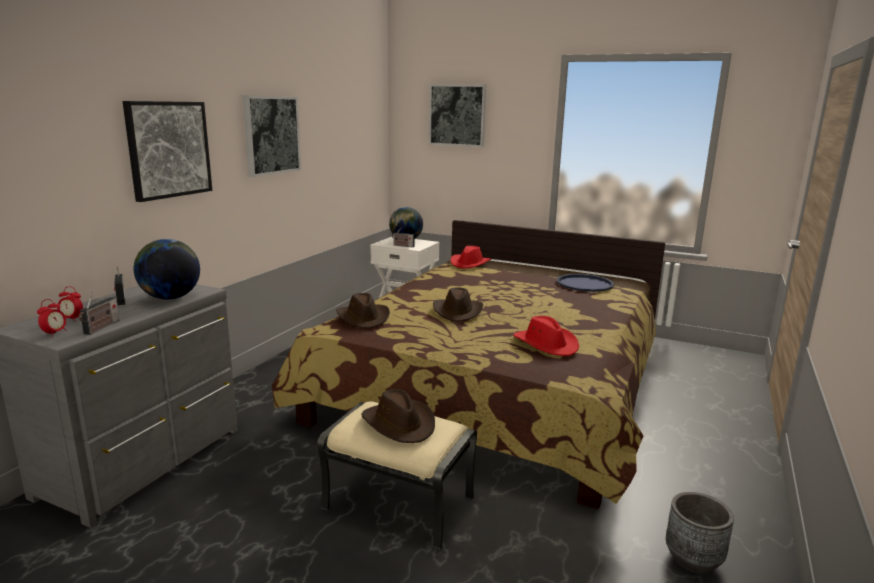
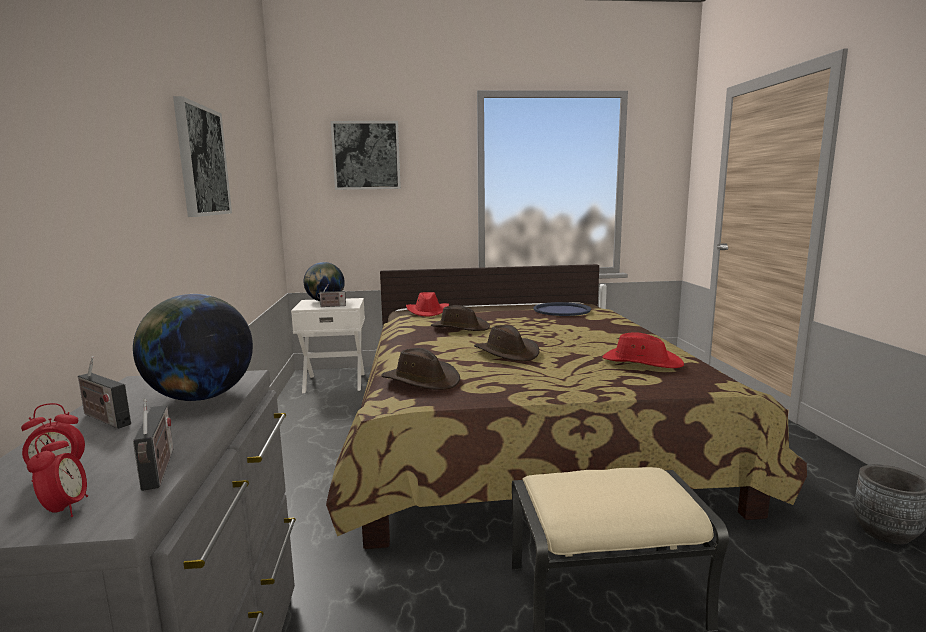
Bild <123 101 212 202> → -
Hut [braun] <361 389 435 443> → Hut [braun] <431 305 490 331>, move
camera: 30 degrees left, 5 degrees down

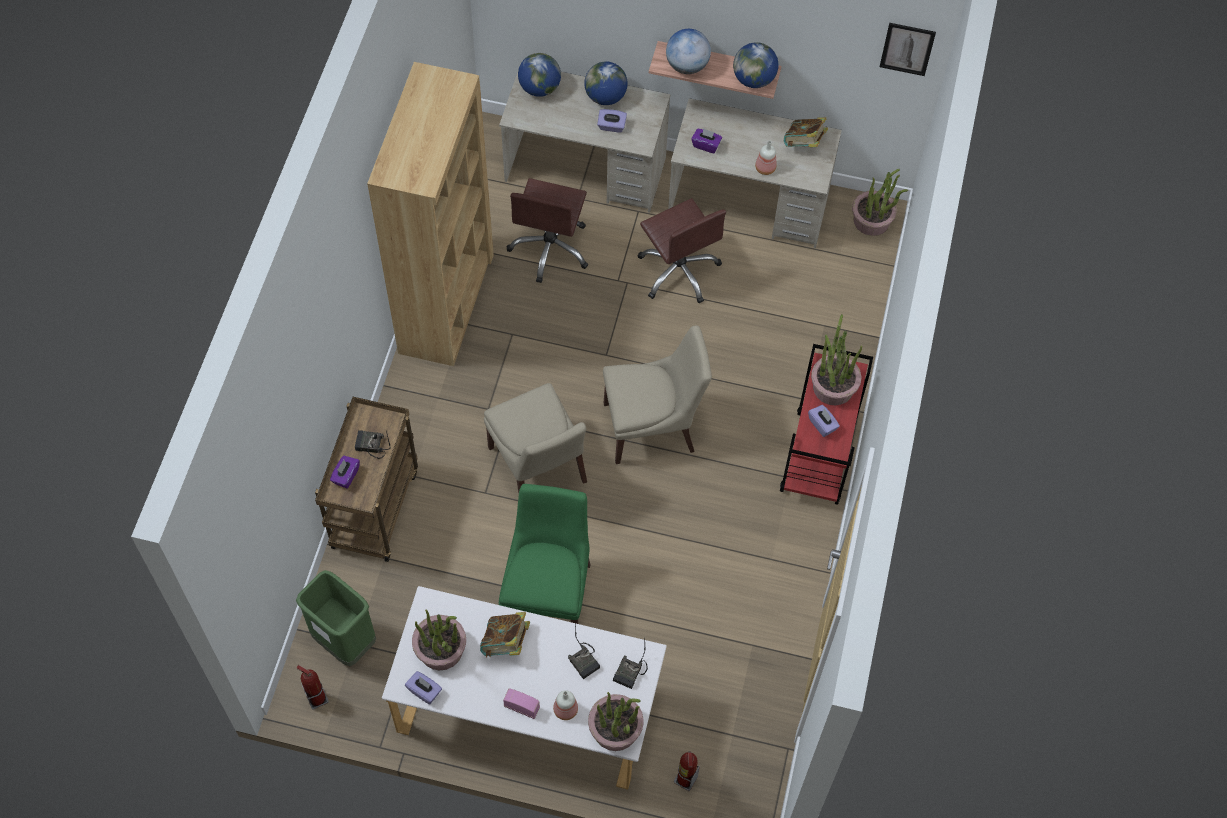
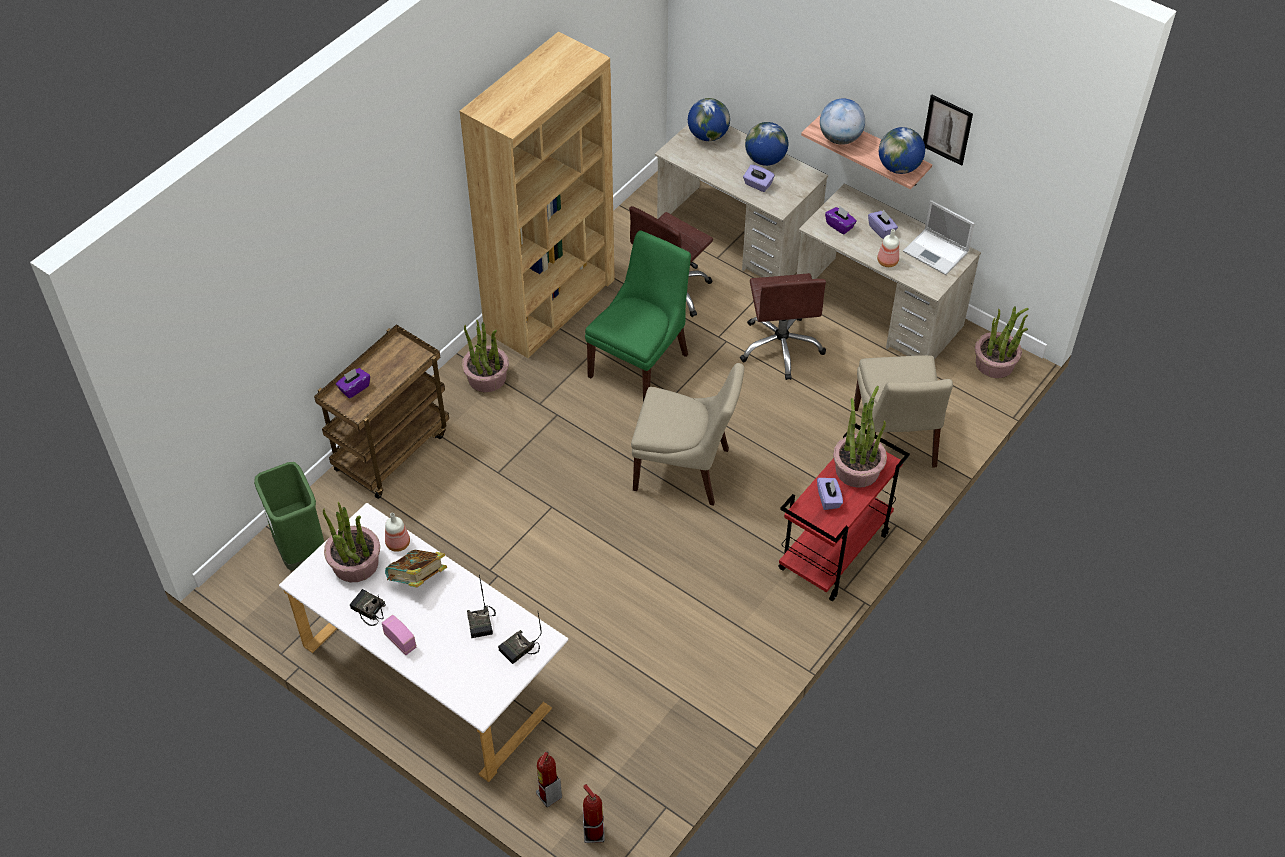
Bild <880 23 936 76> → Bild <923 95 973 166>, move
Buch <784 117 828 147> → Laptop <903 200 975 275>
Stuhl [beige] <484 383 587 493> → Stuhl [beige] <854 355 953 467>, move
Radio <355 430 391 458> → Radio <350 589 386 626>, move
Stuhl [grün] <499 484 591 624> → Stuhl [grün] <585 231 691 402>, move
Feuerlöscher <296 665 329 710> → Feuerlöscher <583 784 605 843>, move
Taschentuchbox [lila] <405 671 442 705> → Taschentuchbox [lila] <868 209 898 239>, move
Flasche <553 690 578 720> → Flasche <385 513 410 552>, move
Topfpflanze <588 692 644 751> → Topfpflanze <462 320 509 392>, move
camera: 25 degrees right, 10 degrees down

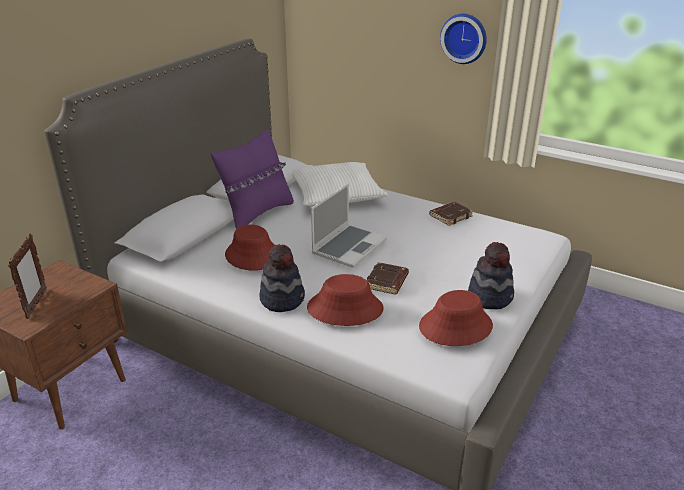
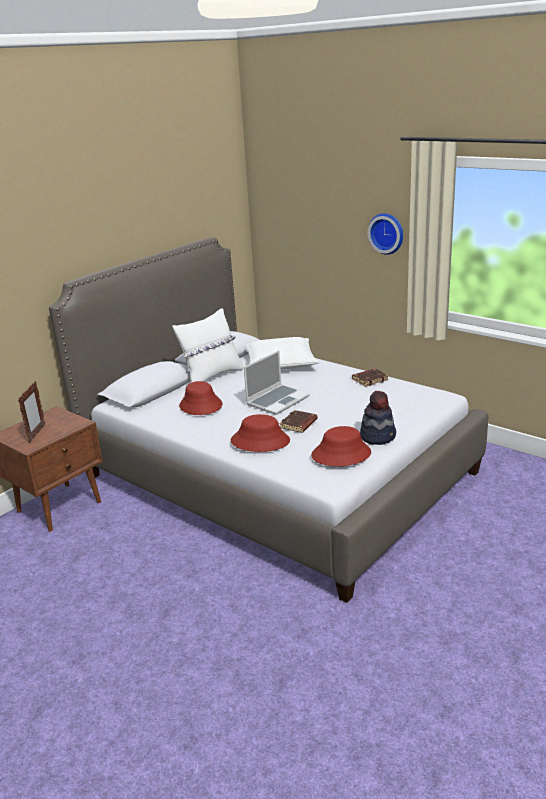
Kissen [lila] <211 129 294 229> → Kissen [weiß] <173 308 243 383>
Hut <260 244 305 312> → -
camera: 10 degrees right, 5 degrees down

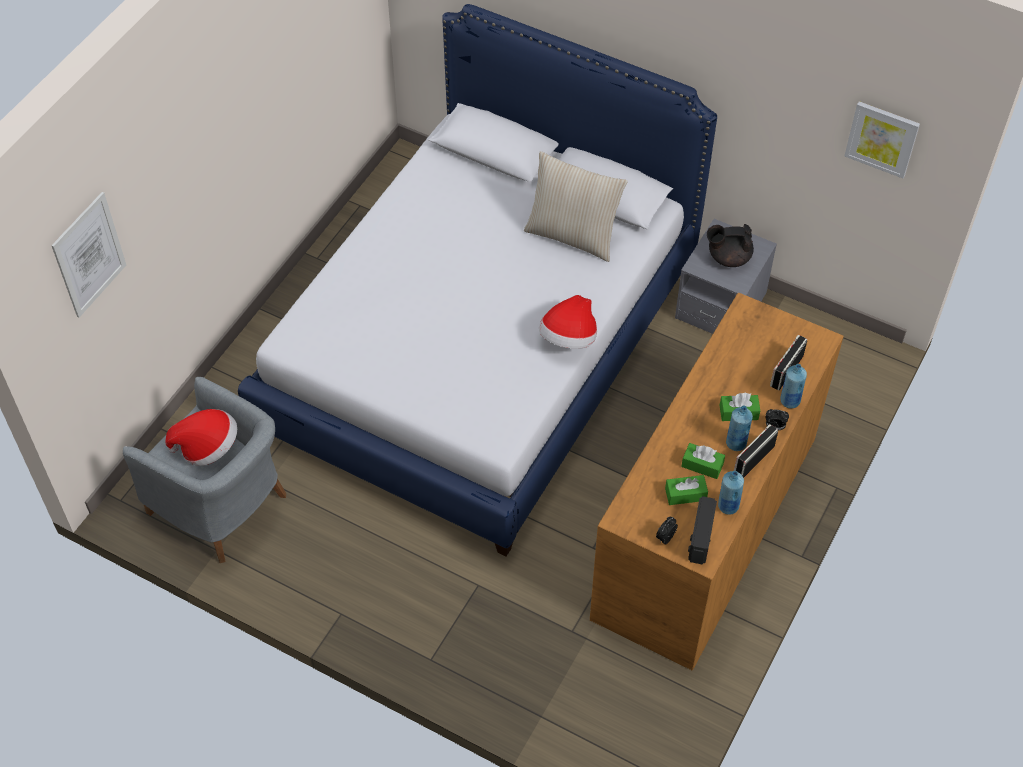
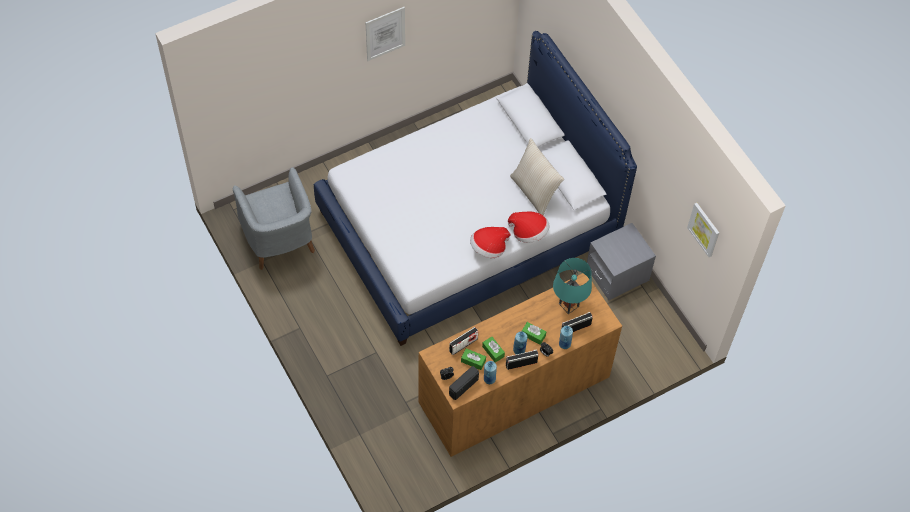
Bild <51 192 126 318> → Bild <366 7 405 61>, move
Teekanne [schwarz] <707 224 754 267> → -
Hut <166 409 237 466> → Hut <508 212 550 243>, move
- → Tischlampe [türkis] <553 258 592 314>
- → Radio <449 327 478 355>
camera: 30 degrees right, 5 degrees up

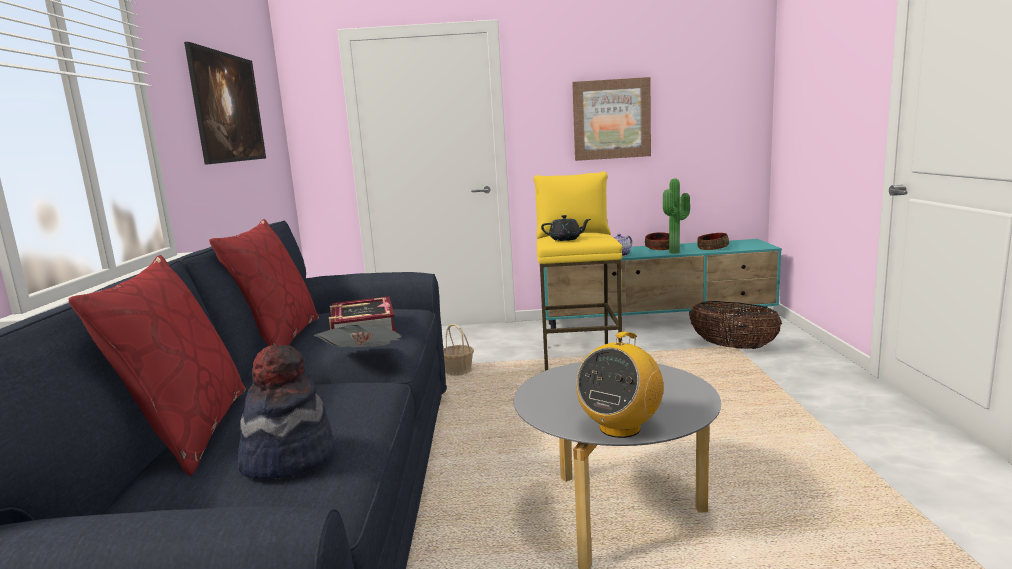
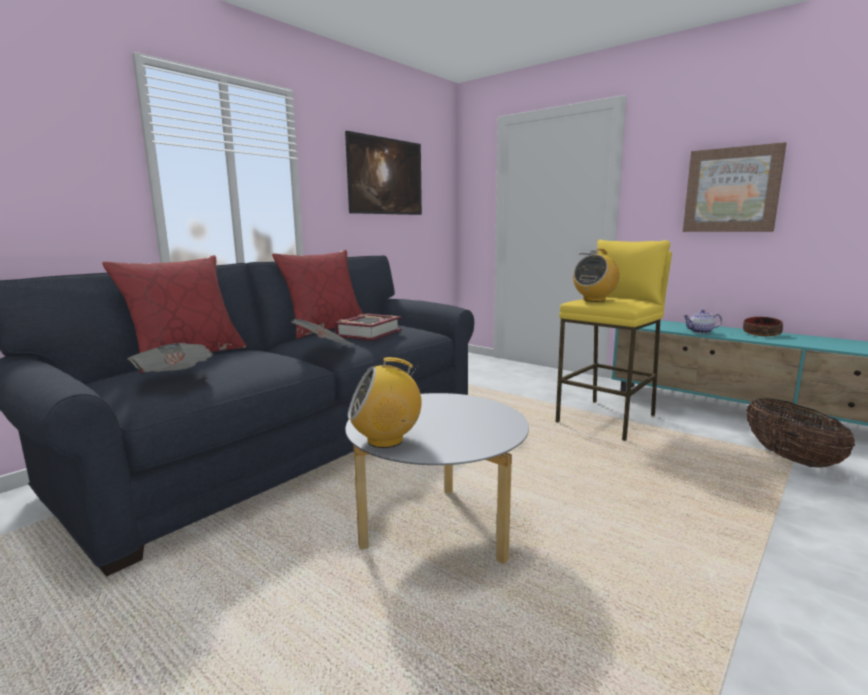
Topfpflanze <663 178 690 254> → -
Teekanne [schwarz] <541 215 591 241> → Radio <573 249 620 302>
Schüssel <697 233 729 250> → -
Korb <443 324 474 376> → -
Hut <237 345 335 479> → Zeitung <127 343 213 372>
camera: 40 degrees right, 0 degrees up

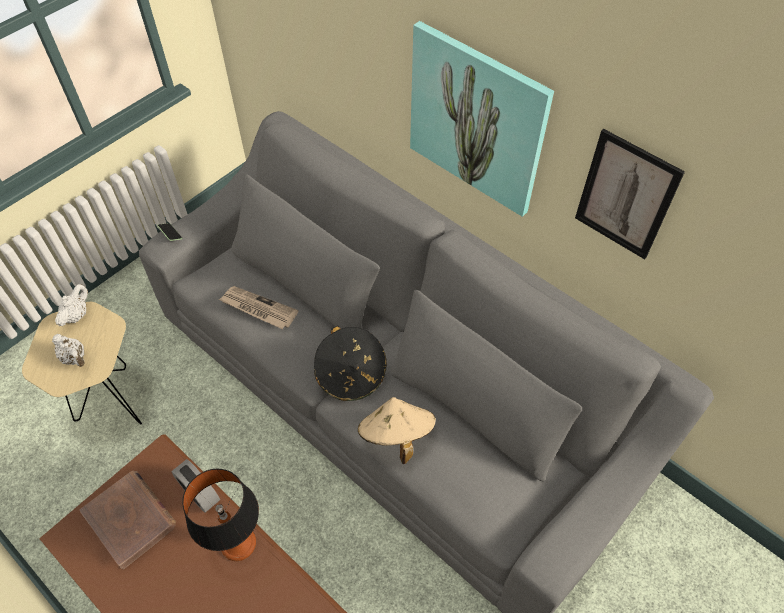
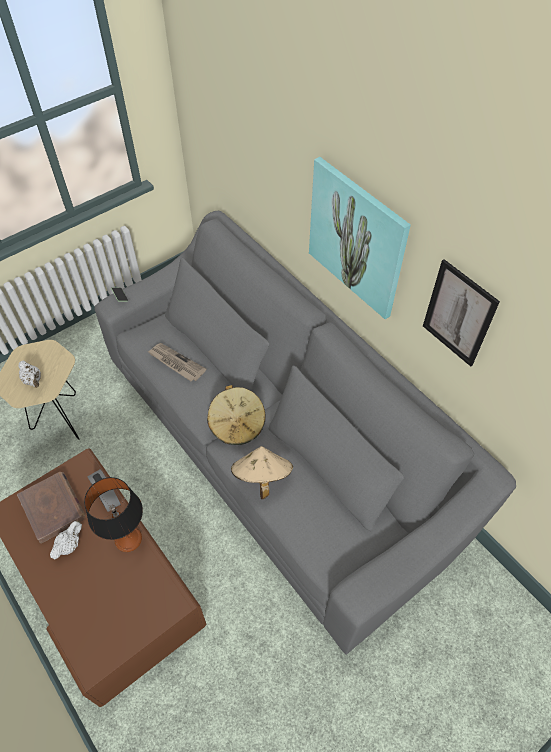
Teekanne [weiß] <55 284 88 326> → Teekanne [weiß] <50 521 82 559>, move
Hut [schwarz] <314 326 387 401> → Hut [beige] <207 385 266 445>
camera: 10 degrees right, 0 degrees up

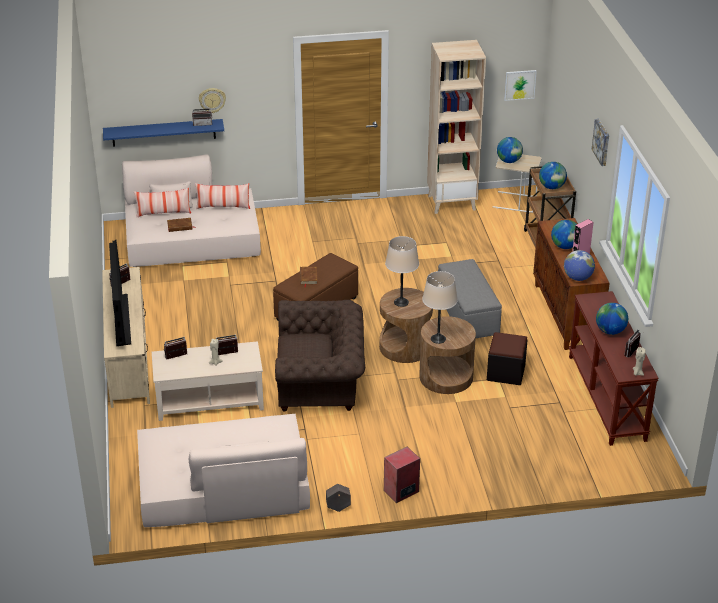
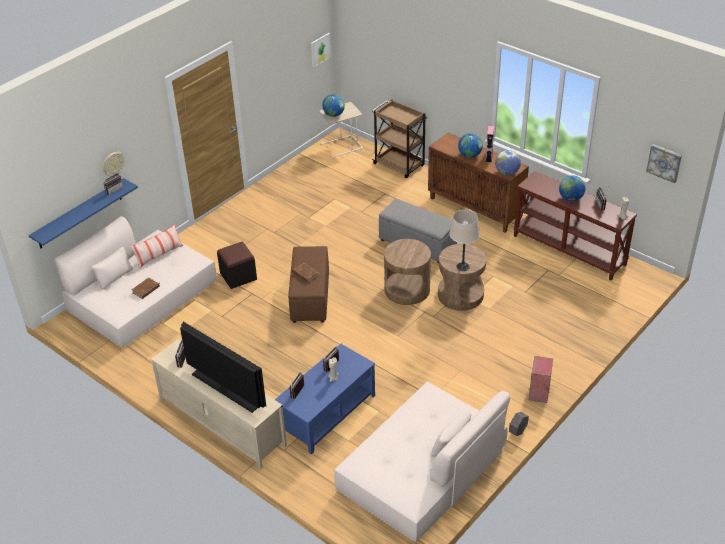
Bücherregal [beige] <427 40 486 214> → -
Bild <592 119 609 166> → Bild <646 144 682 183>, move
Globus <539 162 567 189> → -
Kissen <134 188 191 218> → -
Tischlampe [beige] <385 236 419 307> → -
Sessel [braun] <275 300 365 412> → -
Polsterhocker [schwarz] <487 332 528 385> → Polsterhocker [schwarz] <217 242 257 289>, move
Couchtisch [beige] <152 341 264 421> → Couchtisch [blau] <275 344 375 455>
camera: 40 degrees left, 5 degrees up

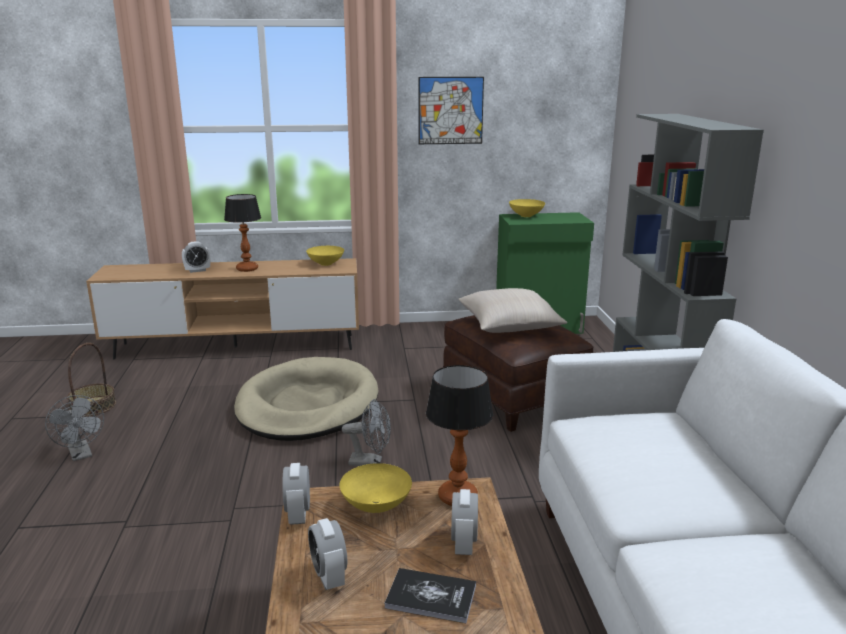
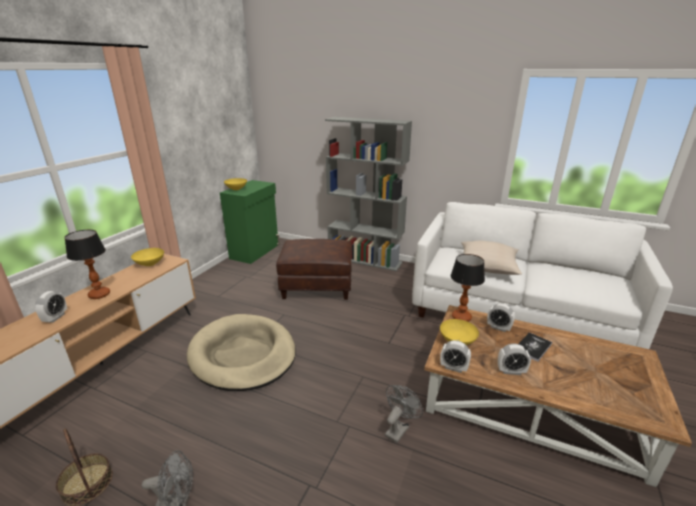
Bild <418 77 484 144> → -
Kissen [beige] <458 288 567 333> → Kissen [beige] <461 241 522 275>, move
Ventilator [grau] <342 399 391 466> → Ventilator [grau] <385 385 423 443>, move
camera: 60 degrees left, 5 degrees up

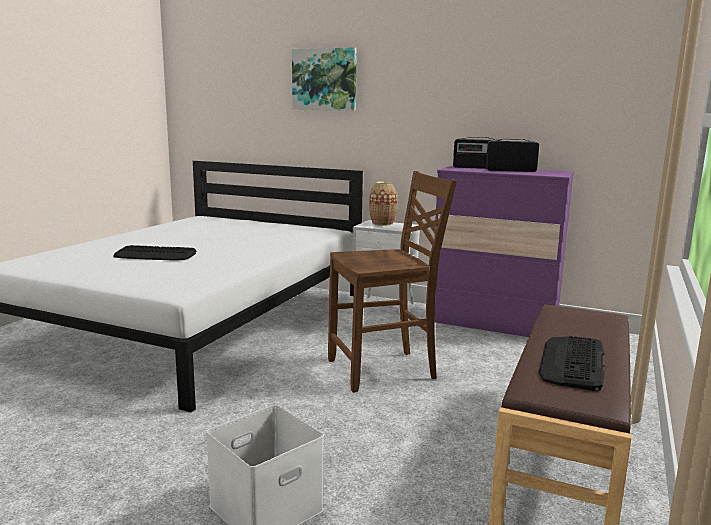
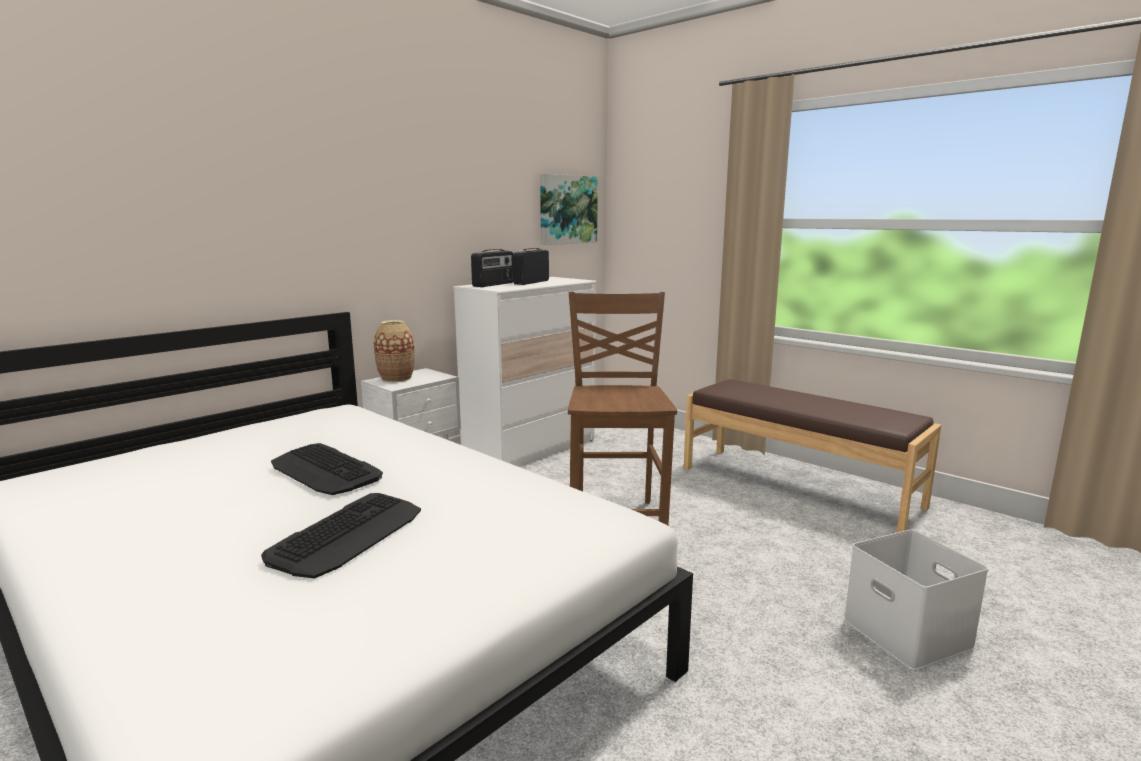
Bild <292 47 357 111> → Bild <540 173 598 245>, move
Kommode [lila] <435 165 574 337> → Kommode [weiß] <453 277 596 466>
Tastatur <538 336 605 391> → Tastatur <271 443 383 495>, move
camera: 70 degrees left, 0 degrees up

